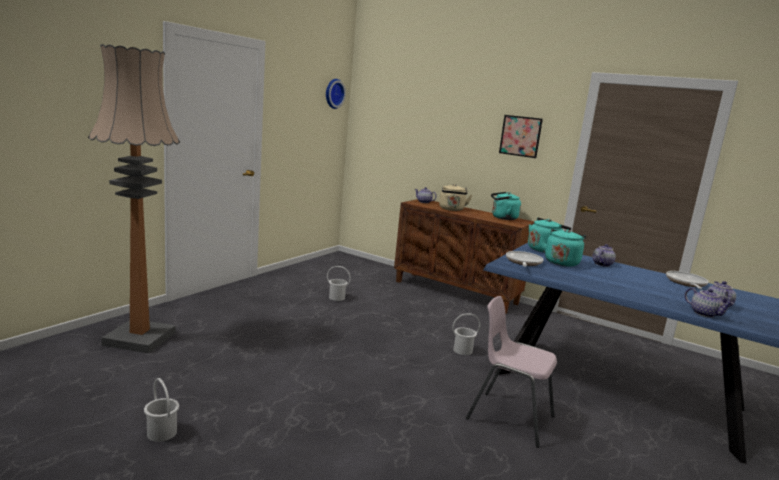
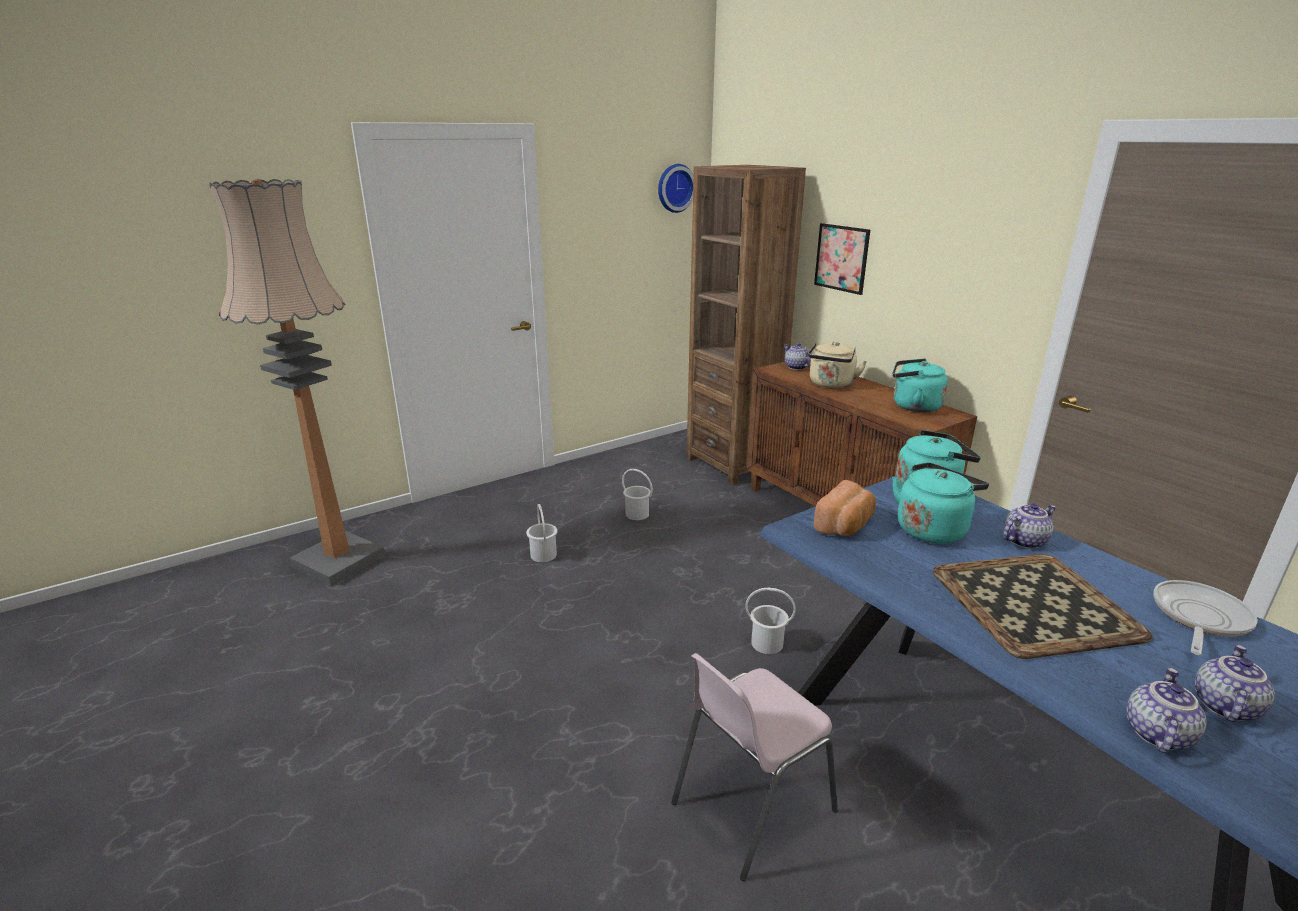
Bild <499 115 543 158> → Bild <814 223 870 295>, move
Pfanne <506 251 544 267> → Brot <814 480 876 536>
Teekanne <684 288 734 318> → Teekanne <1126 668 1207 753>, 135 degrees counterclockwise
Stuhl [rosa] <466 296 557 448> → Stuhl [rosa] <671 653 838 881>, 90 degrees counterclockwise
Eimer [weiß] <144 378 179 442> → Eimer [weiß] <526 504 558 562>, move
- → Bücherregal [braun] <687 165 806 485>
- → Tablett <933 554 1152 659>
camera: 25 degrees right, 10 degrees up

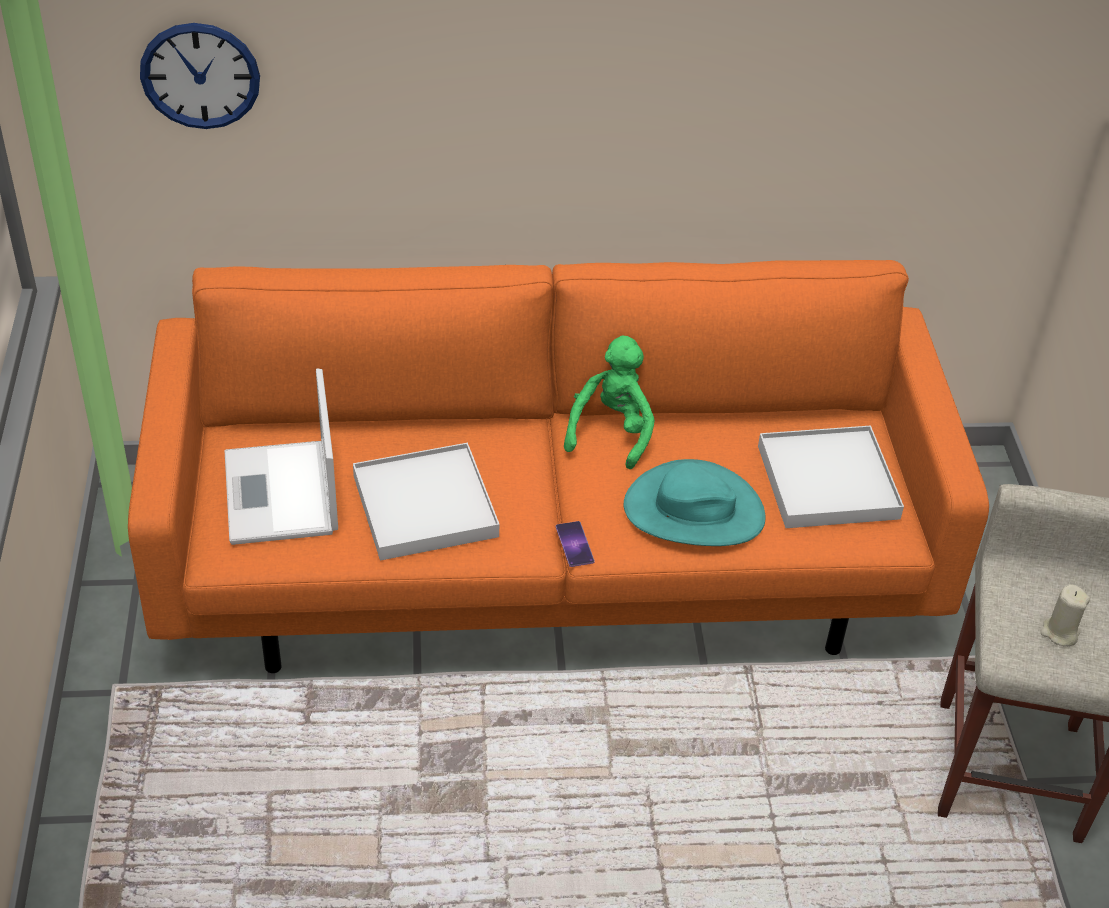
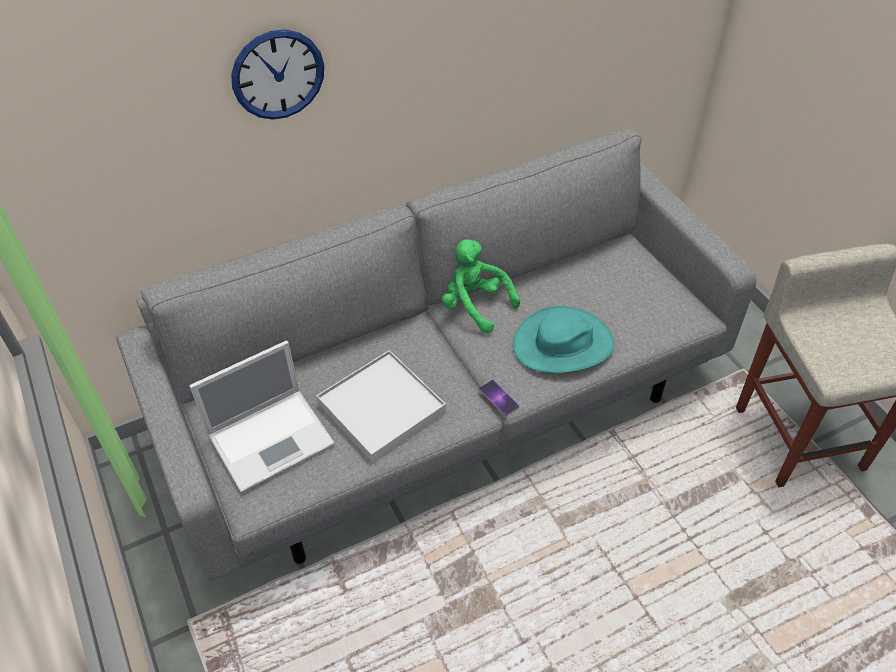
Wanduhr <140 23 260 129> → Wanduhr <231 29 324 120>, move
Sofa [orange] <128 260 989 673> → Sofa [grau] <116 128 756 581>
Plüschtier [grün] <564 336 655 469> → Plüschtier [grün] <442 240 520 334>, 45 degrees counterclockwise
Laptop <224 368 338 545> → Laptop <189 340 335 493>, 90 degrees counterclockwise
Tablett [weiß] <758 426 904 528> → -
Kerze [beige] <1040 584 1090 646> → -
camera: 20 degrees left, 5 degrees up

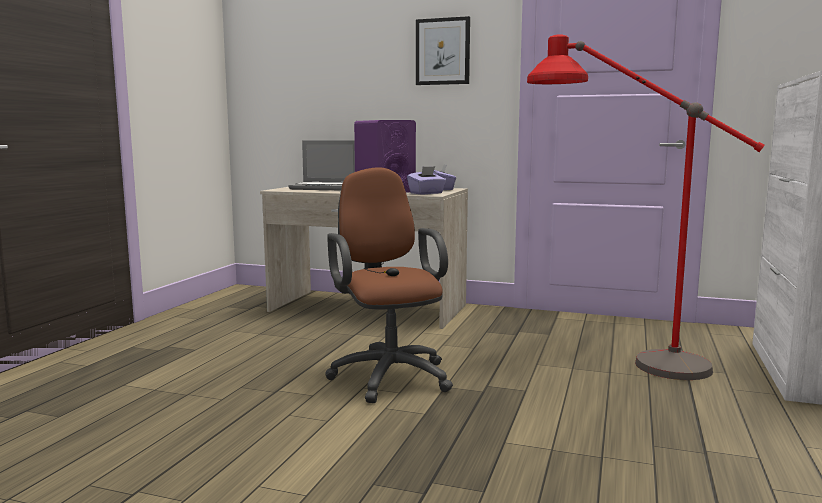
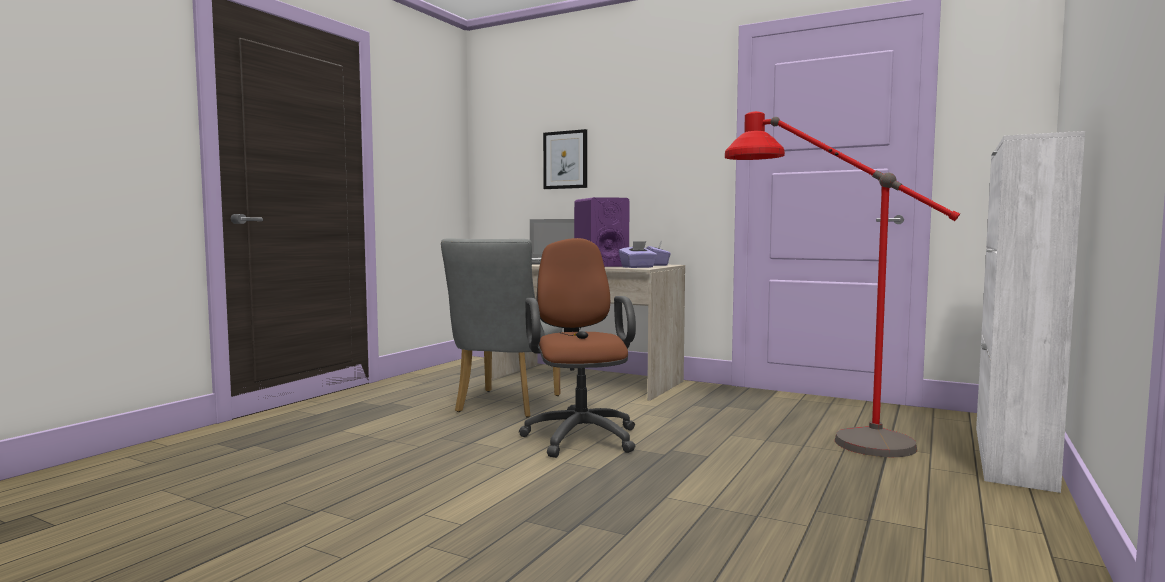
Bild <416 16 470 85> → Bild <543 129 587 189>, move
- → Stuhl [grau] <441 238 563 418>
camera: 10 degrees right, 5 degrees down

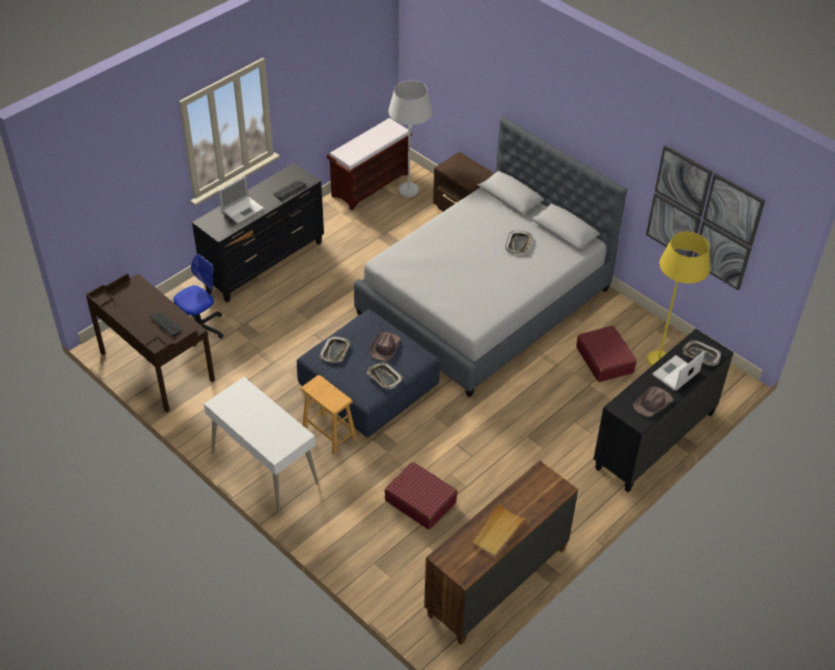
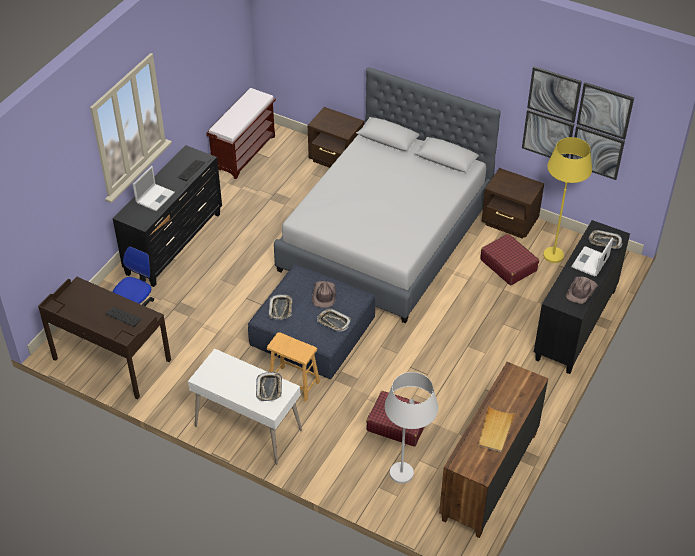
Stehlampe [weiß] <389 81 433 197> → Stehlampe [weiß] <385 372 438 484>, move
Tablett <505 231 532 254> → Tablett <256 372 282 401>, move
- → Nachttisch [braun] <481 168 544 239>
camera: 15 degrees left, 0 degrees up

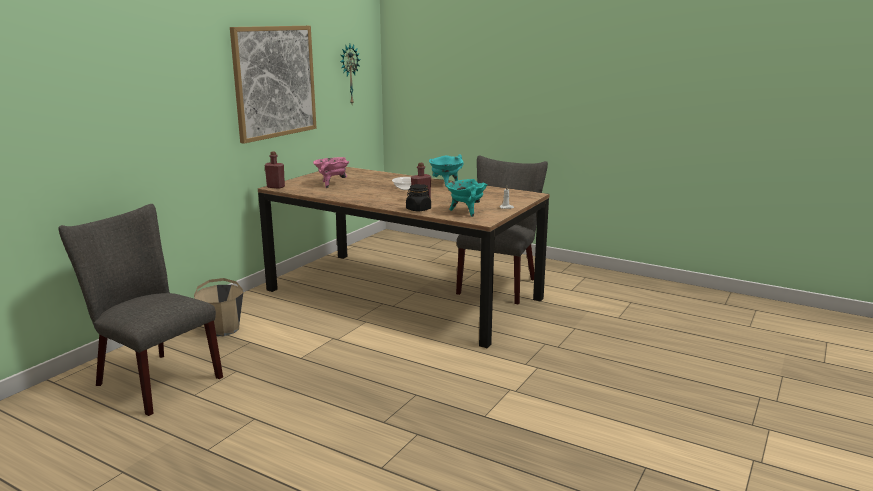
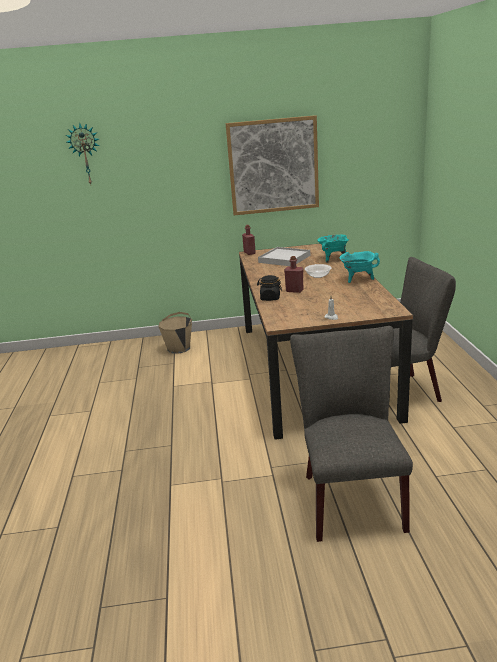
Wanduhr <340 44 360 104> → Wanduhr <66 122 99 184>, move
Kochtopf [rosa] <313 157 349 188> → Tablett [weiß] <258 247 310 266>
Kochtopf [türkis] <446 179 488 217> → Kochtopf [türkis] <317 235 349 263>, move
Stuhl [grau] <58 204 223 416> → Stuhl [grau] <290 326 413 542>, move
camera: 55 degrees right, 5 degrees up

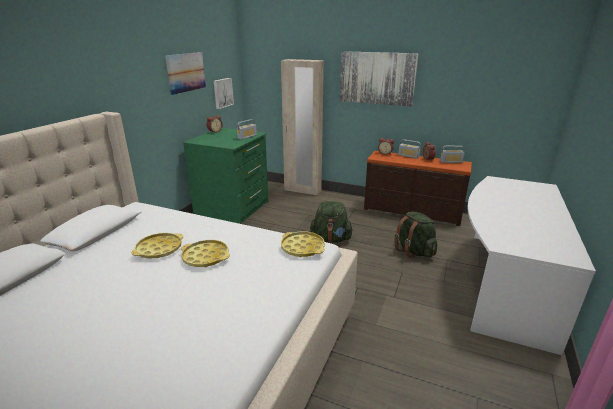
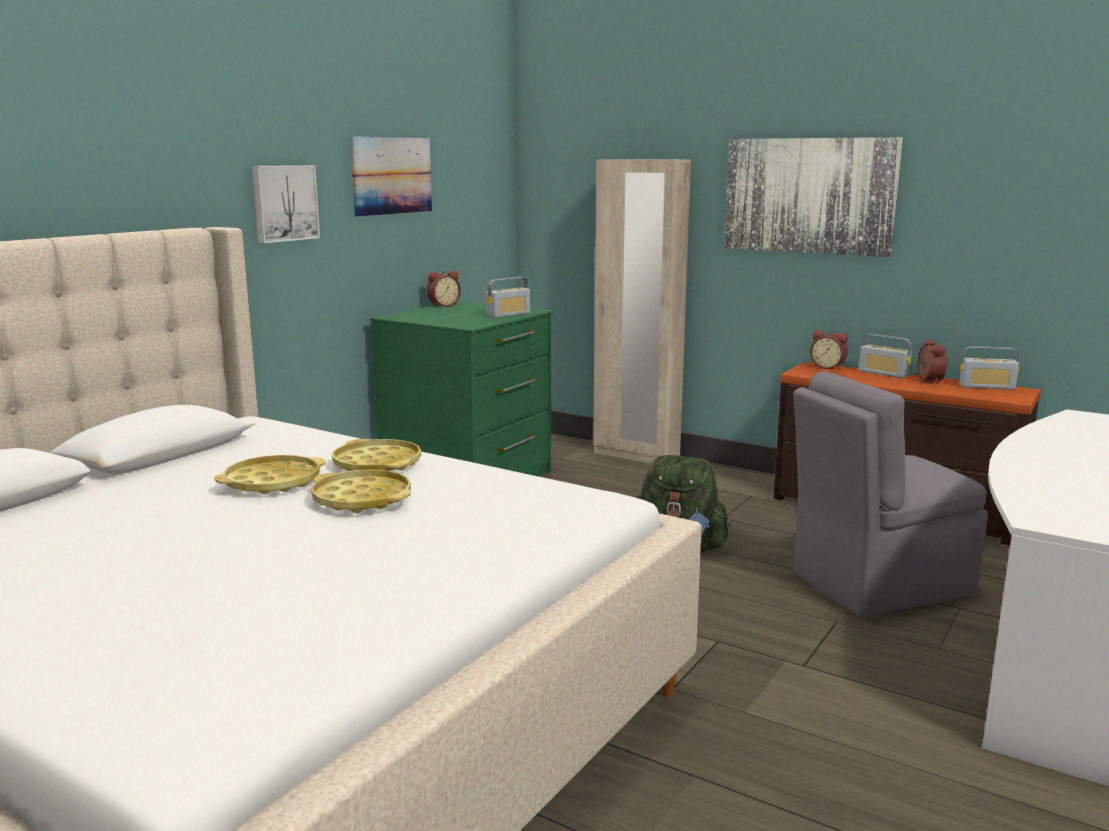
Bild <214 78 234 109> → Bild <252 165 320 243>, move
Rucksack [grün] <394 211 437 258> → Stuhl [grau] <793 371 988 618>
Tablett [gelb] <281 231 325 257> → Tablett [gelb] <332 439 421 471>, move
camera: 10 degrees right, 10 degrees down

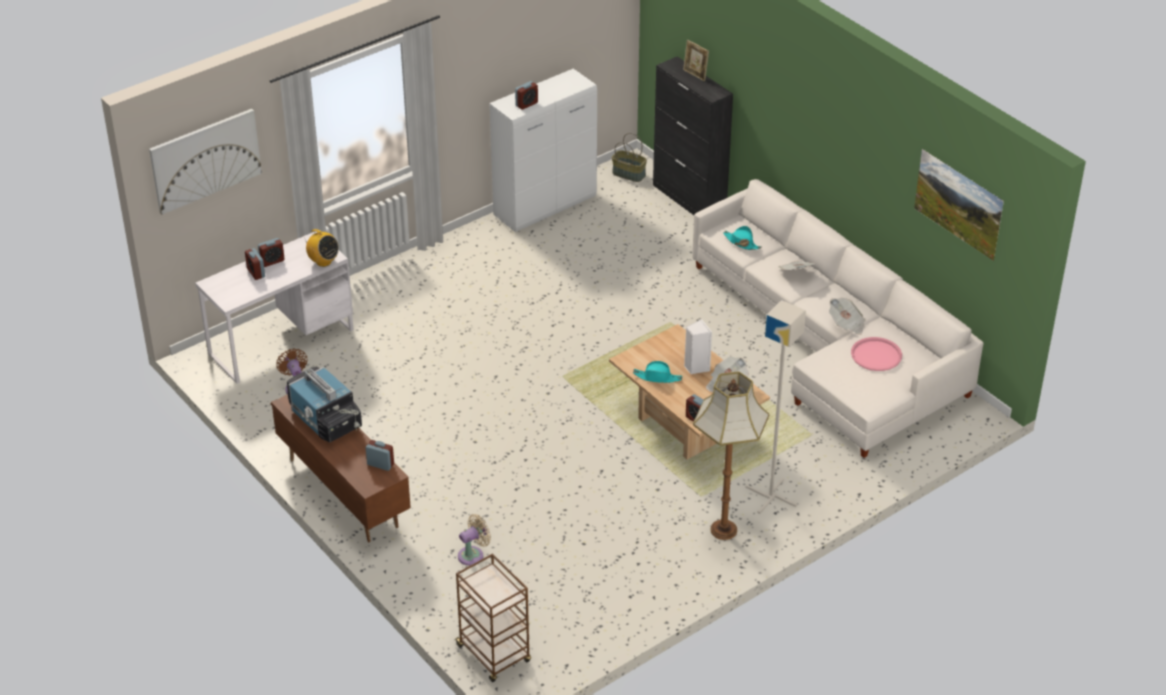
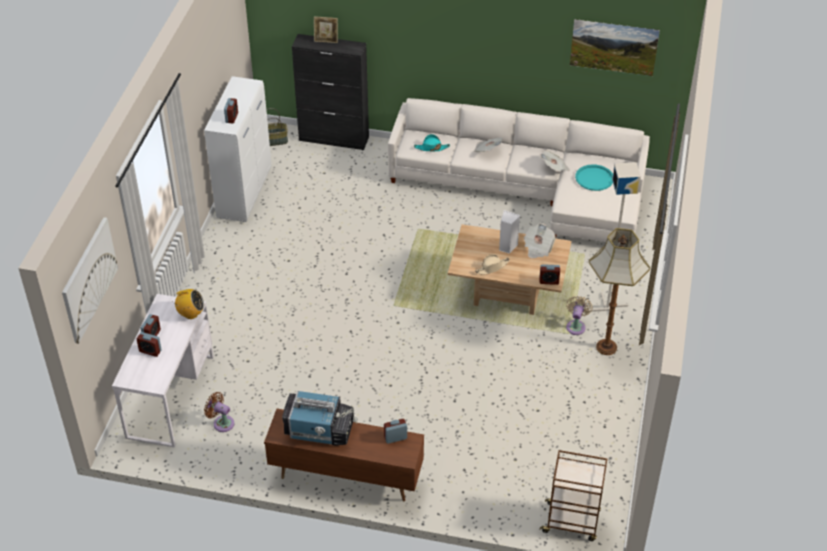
Tablett [rosa] <851 337 902 371> → Tablett [türkis] <575 164 613 191>
Hut [türkis] <633 361 682 383> → Hut [beige] <475 254 510 274>
Ventilator [beige] <458 514 491 566> → Ventilator [beige] <566 296 593 335>, move
camera: 40 degrees left, 5 degrees up

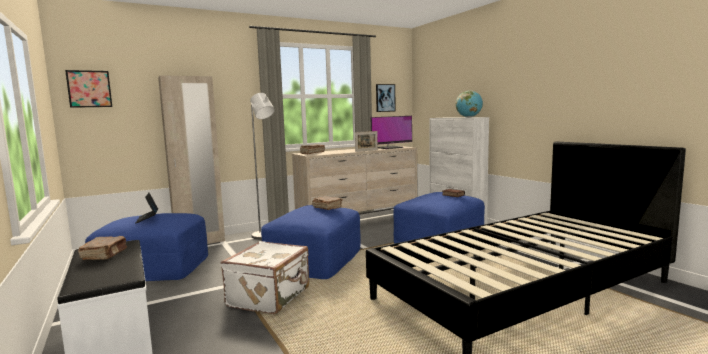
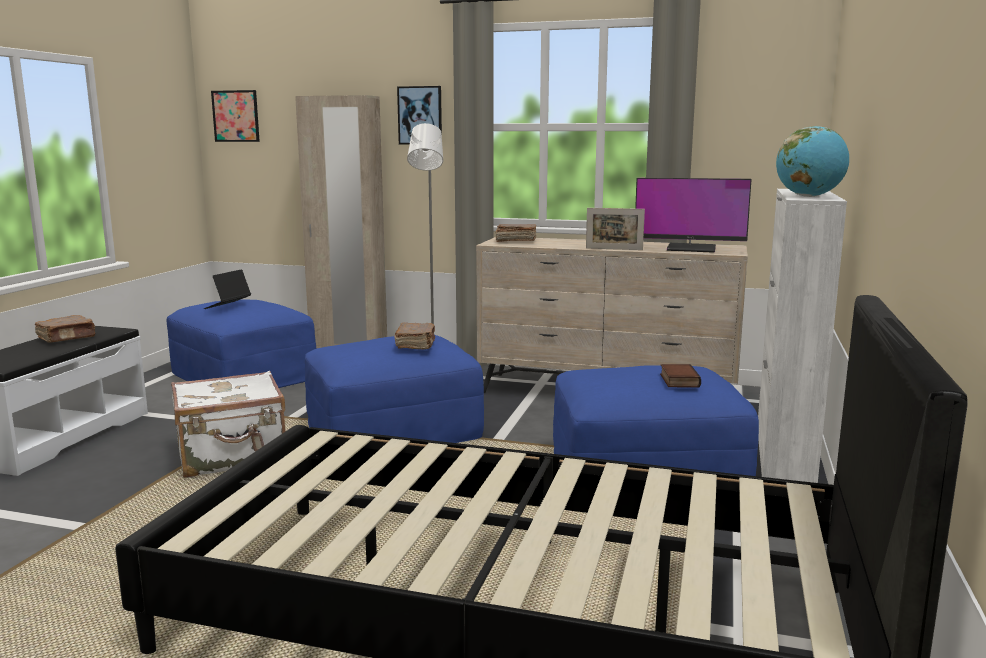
Bild <376 84 396 112> → Bild <397 86 442 145>, move
camera: 45 degrees right, 5 degrees up

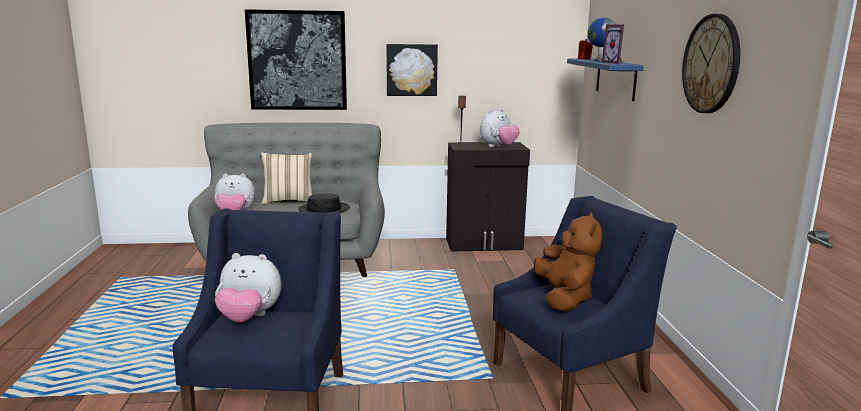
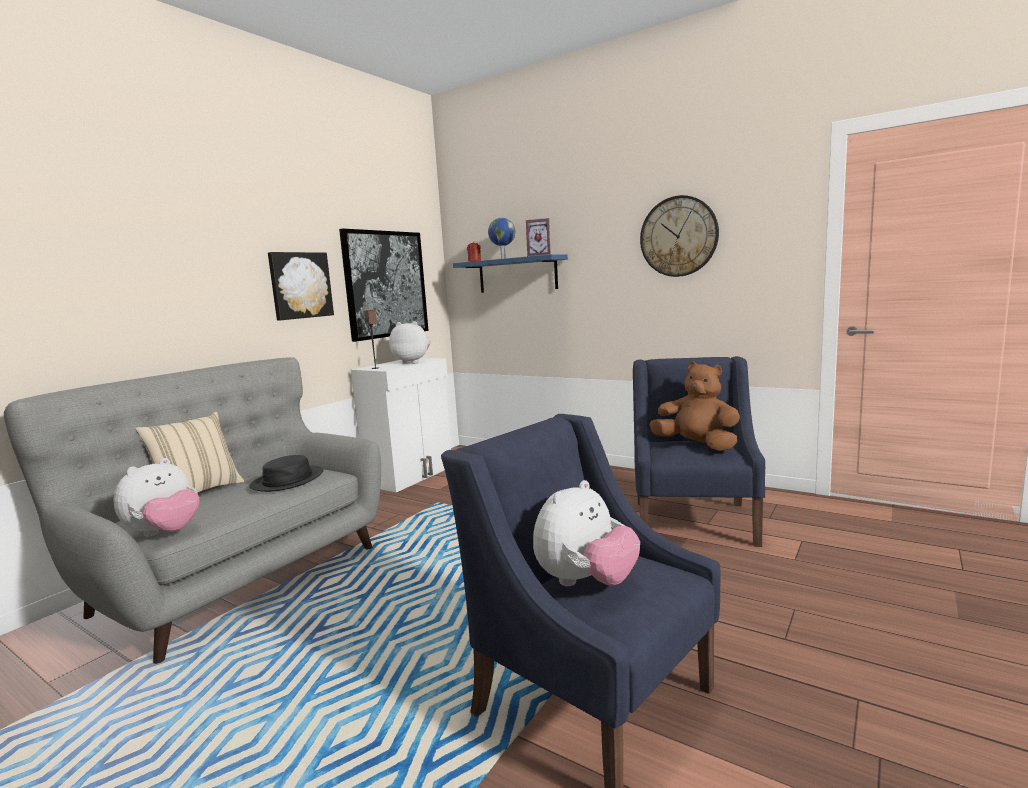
Bild <245 9 347 110> → Bild <339 229 428 342>, move
Plüschtier <480 109 520 147> → Plüschtier <389 321 430 364>, 75 degrees counterclockwise
Schrank [schwarz] <446 142 530 252> → Schrank [weiß] <351 358 451 492>
camera: 50 degrees left, 5 degrees down

